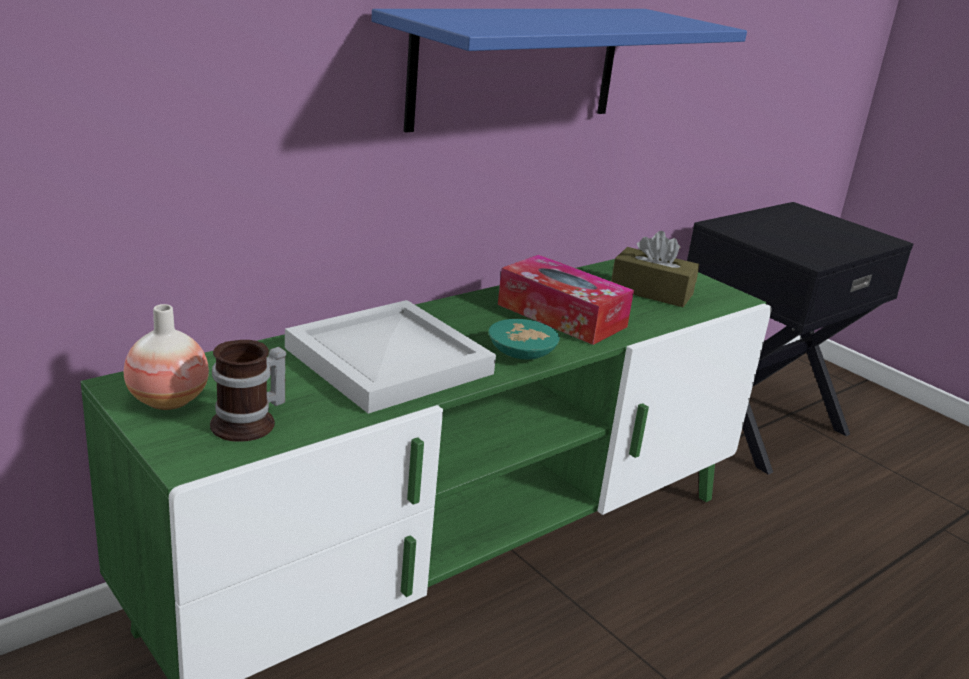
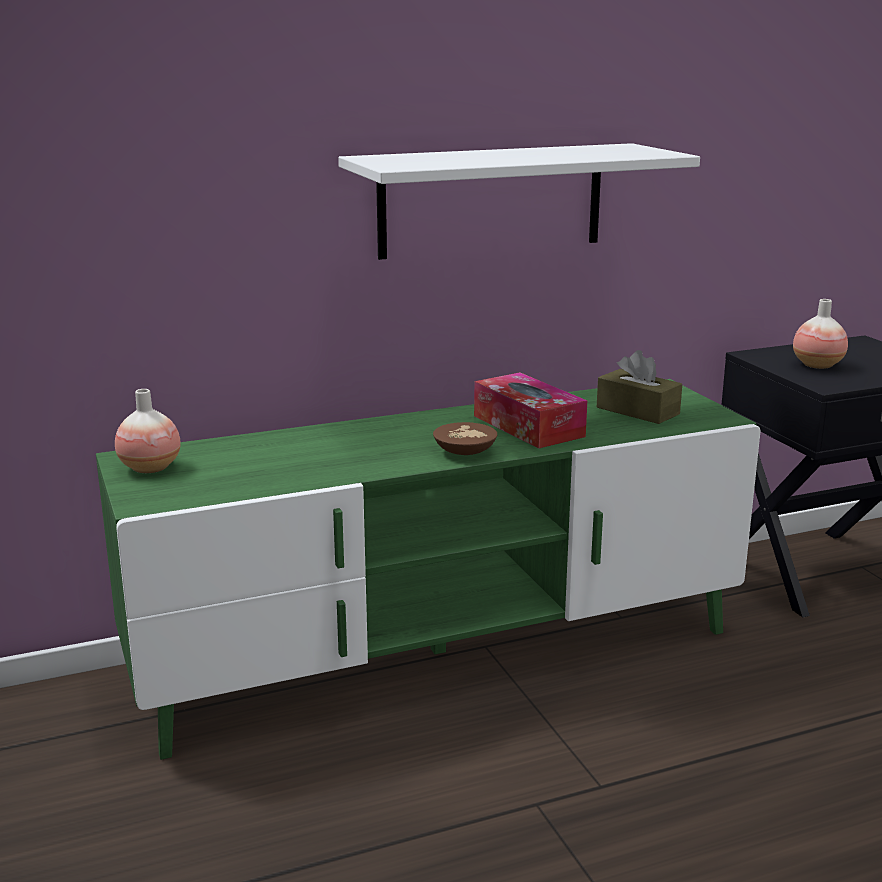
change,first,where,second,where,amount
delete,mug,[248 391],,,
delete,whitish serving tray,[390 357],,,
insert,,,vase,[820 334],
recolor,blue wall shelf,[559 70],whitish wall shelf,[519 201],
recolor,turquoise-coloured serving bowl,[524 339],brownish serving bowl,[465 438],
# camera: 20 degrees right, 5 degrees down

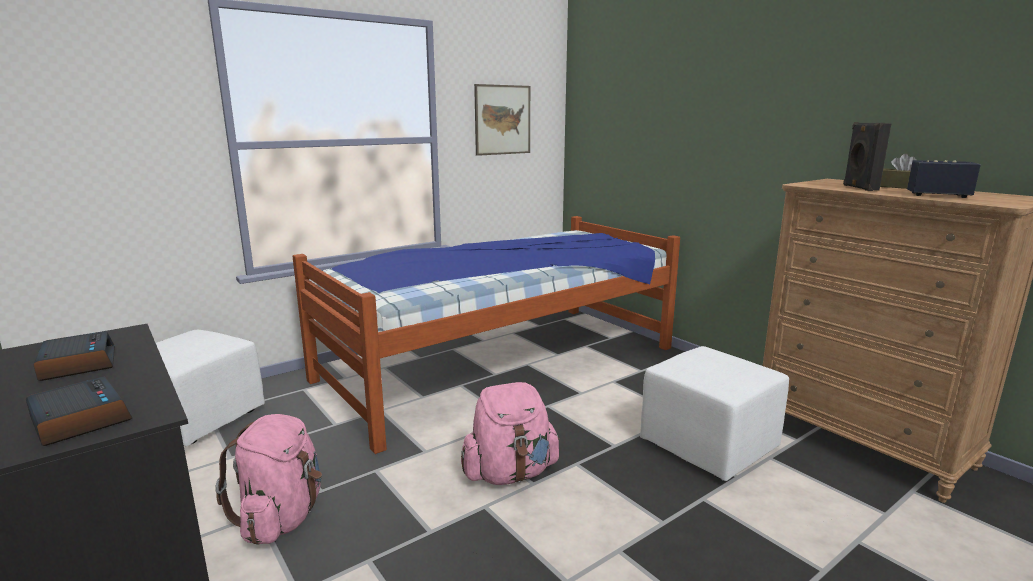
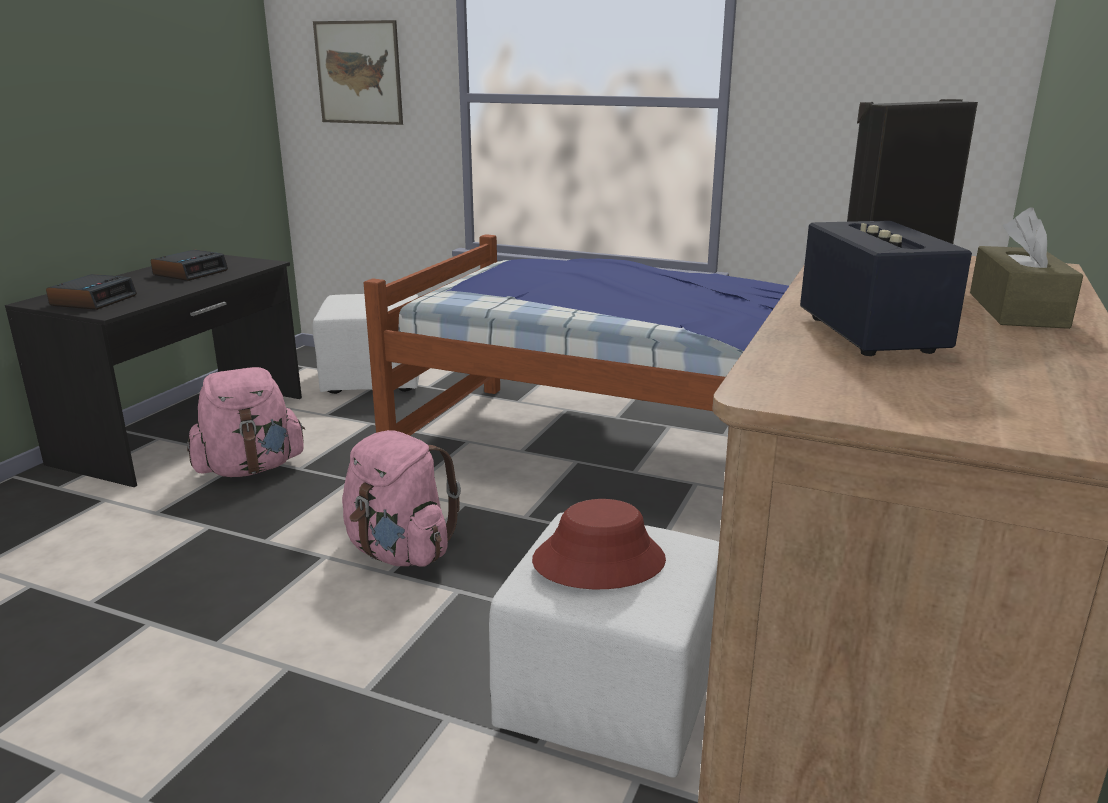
change,first,where,second,where,amount
insert,,,reddish wearable hat,[599 544],
move,wall art,[502 120],,[358 72],
# camera: 60 degrees right, 5 degrees up

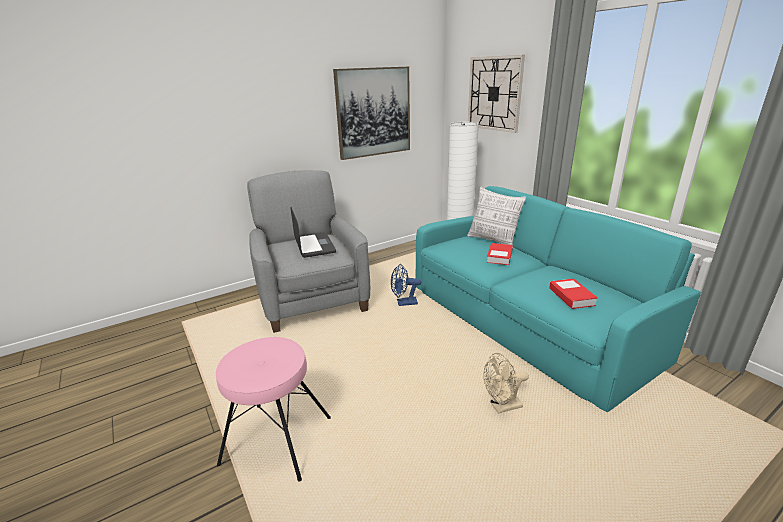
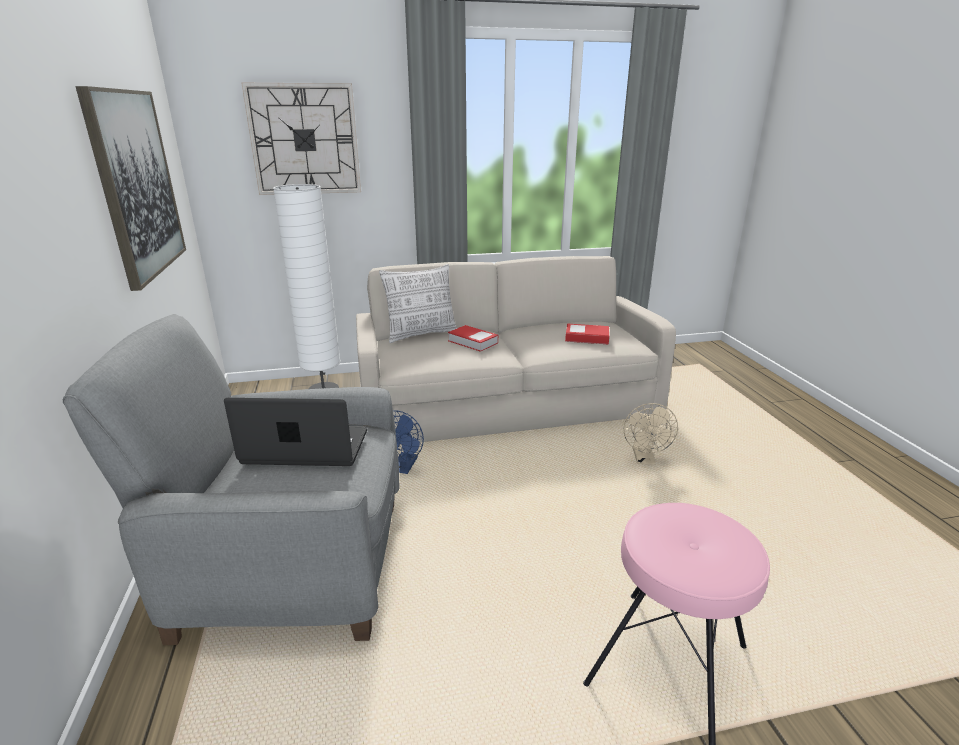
change,first,where,second,where,amount
recolor,turquoise-coloured settee,[558 299],beige-coloured settee,[516 350],
# camera: 70 degrees left, 0 degrees up

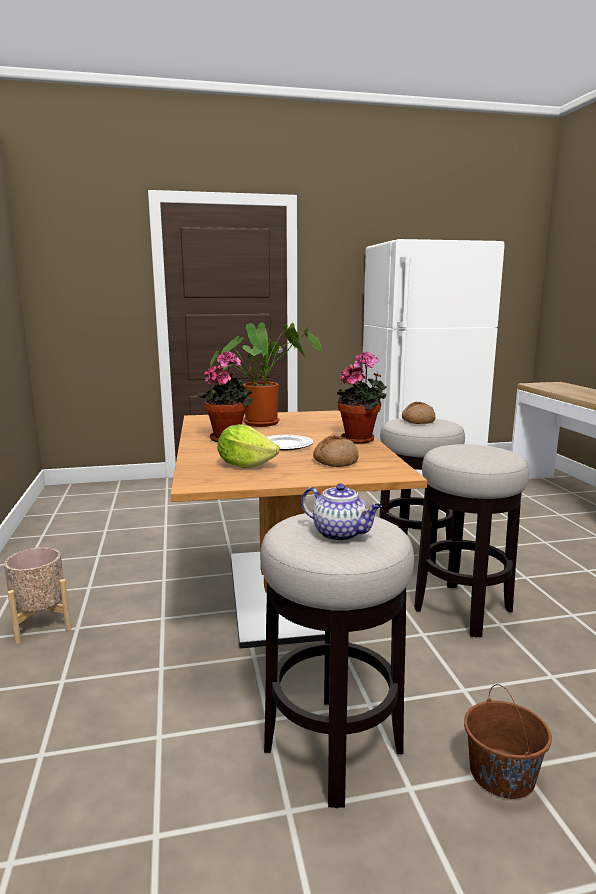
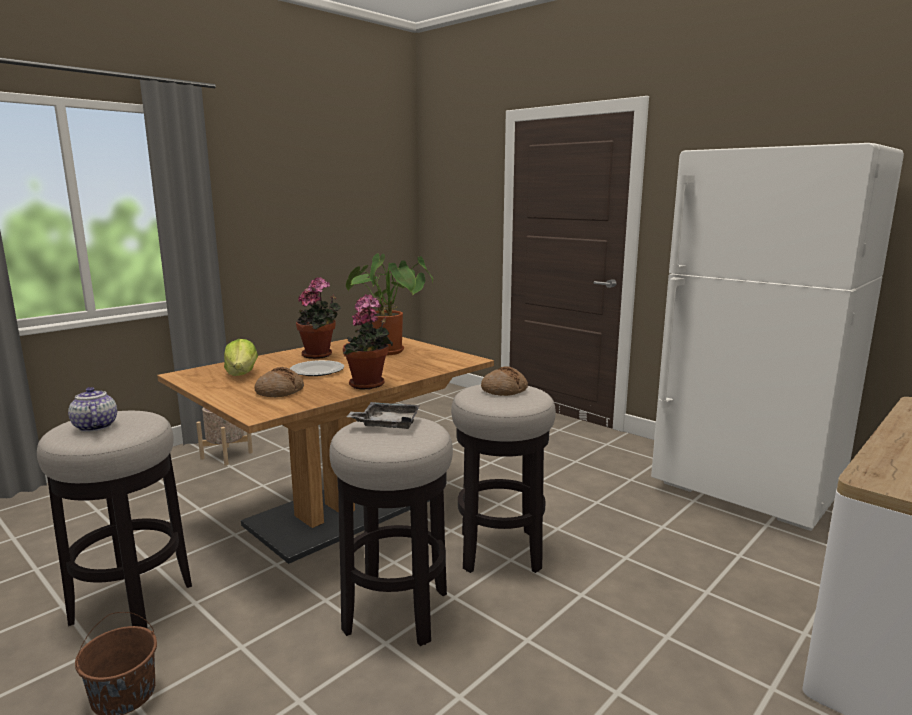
change,first,where,second,where,amount
insert,,,grey serving tray,[383 415],
rotate,tea pot,[341 512],,[92 409],150 degrees clockwise
# camera: 55 degrees right, 0 degrees up

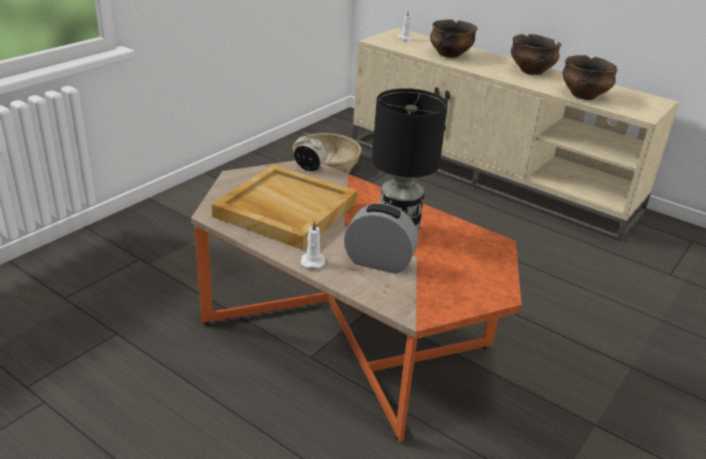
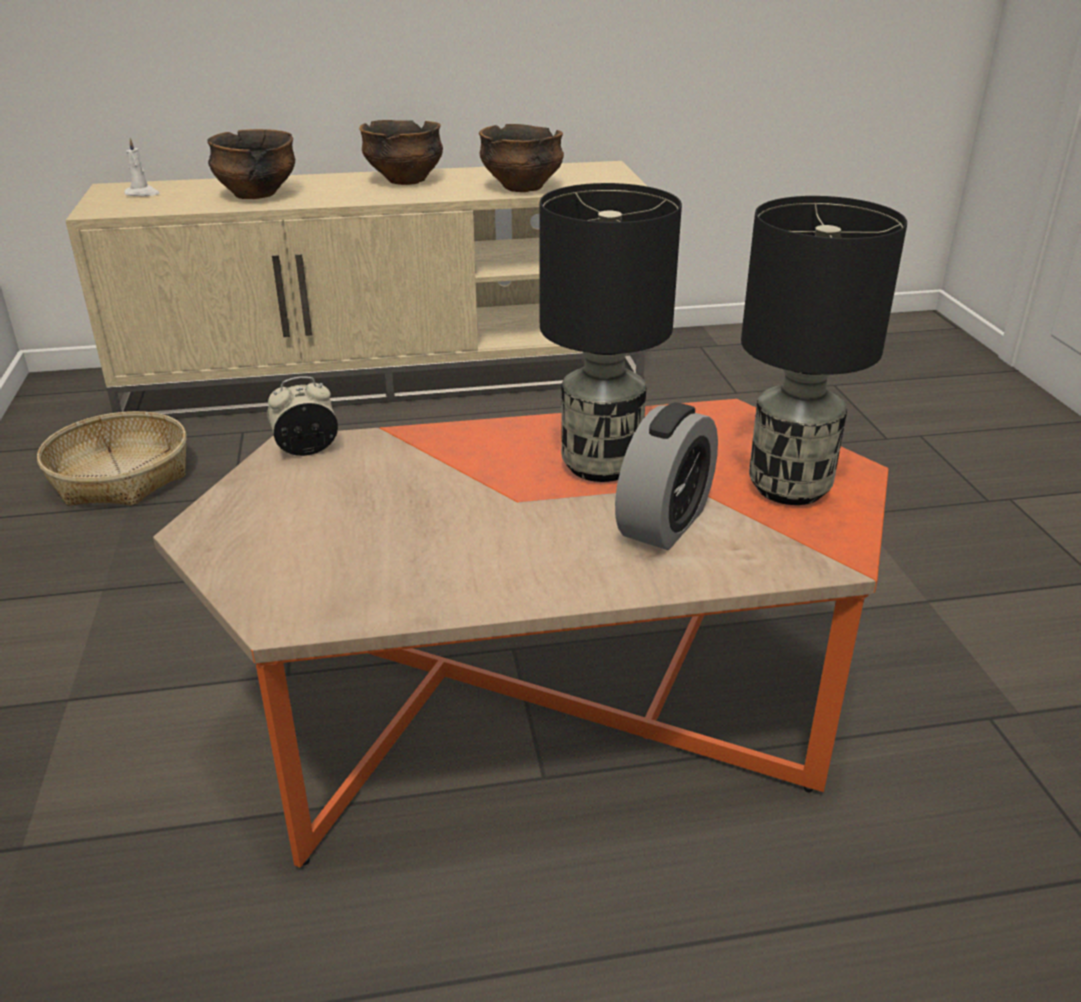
change,first,where,second,where,amount
delete,beige-coloured serving tray,[284 207],,,
delete,whitish wax light,[312 244],,,
insert,,,black-coloured table lamp,[824 350],
rotate,table clock,[381 238],,[666 476],150 degrees clockwise
# camera: 45 degrees left, 0 degrees up

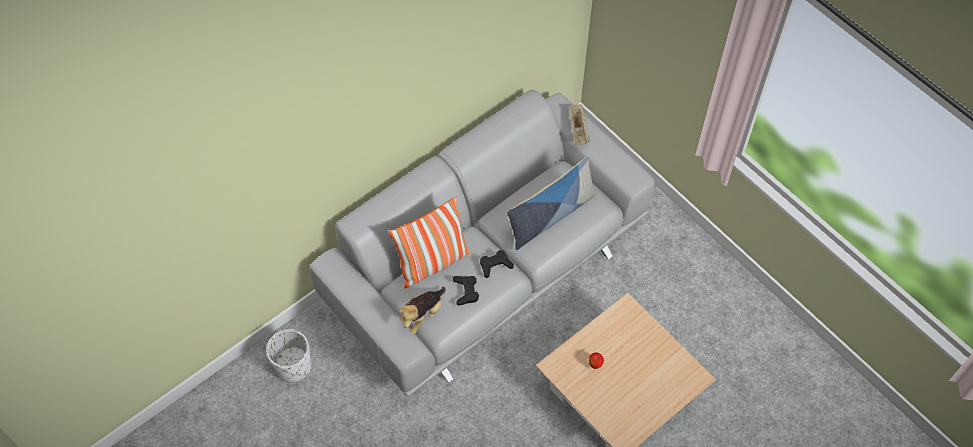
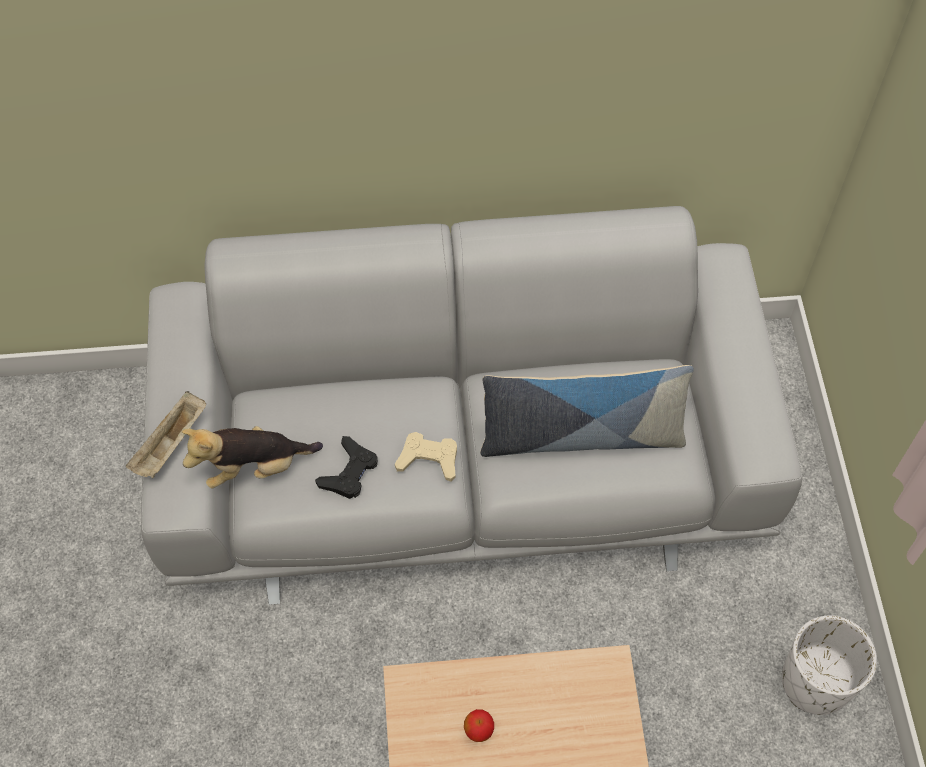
change,first,where,second,where,amount
delete,cushion,[429 242],,,
move,whitish planter,[289 356],,[829 665],
move,beige-coloured serving tray,[580 124],,[166 434],
recolor,black-coloured gamepad,[497 264],beige-coloured gamepad,[426 457],
# camera: 35 degrees right, 0 degrees up

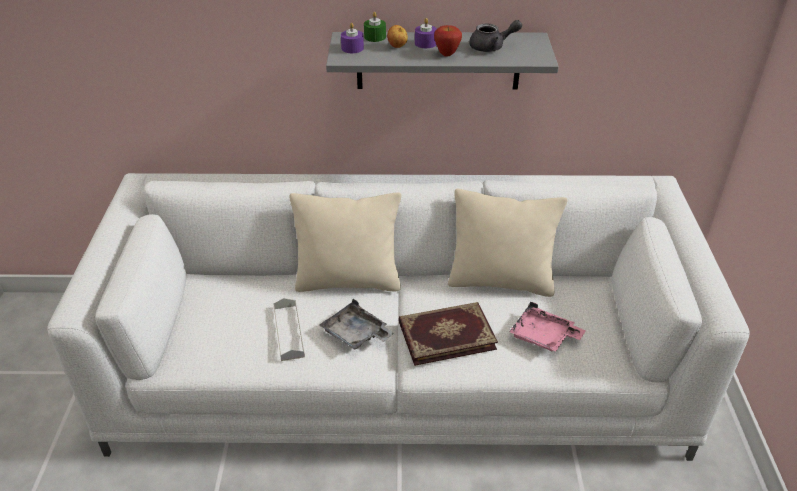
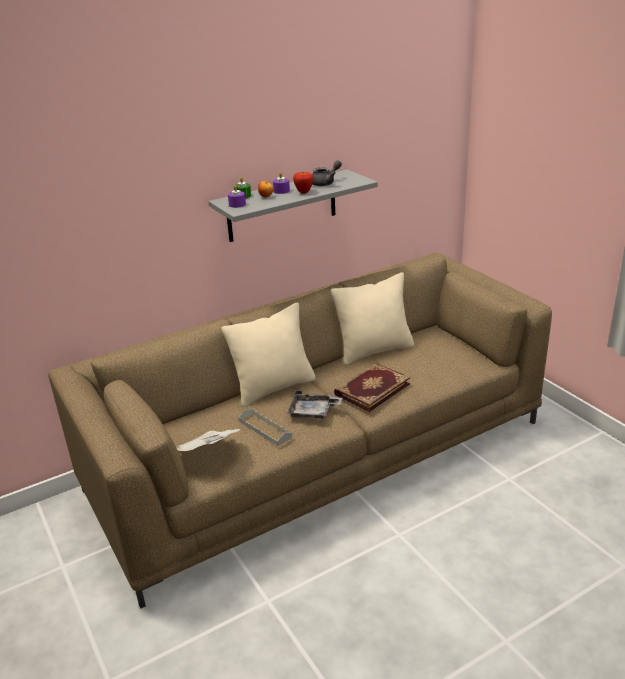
change,first,where,second,where,amount
delete,pink-coloured serving tray,[547 326],,,
insert,,,printed paper,[208 440],
recolor,whitish settee,[398 317],brownish settee,[300 430],
# camera: 30 degrees left, 10 degrees down

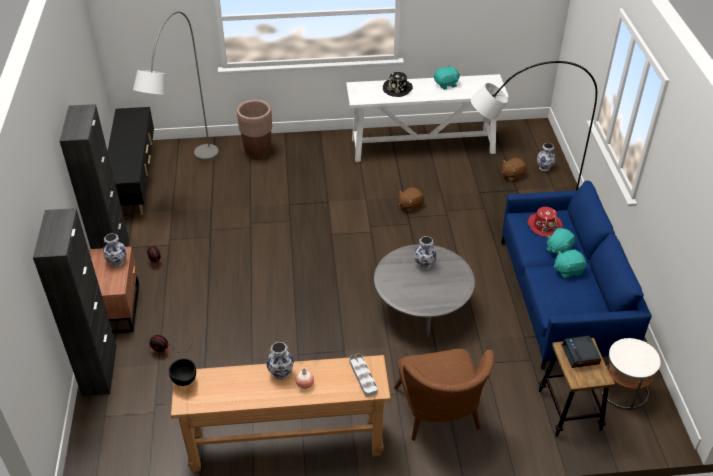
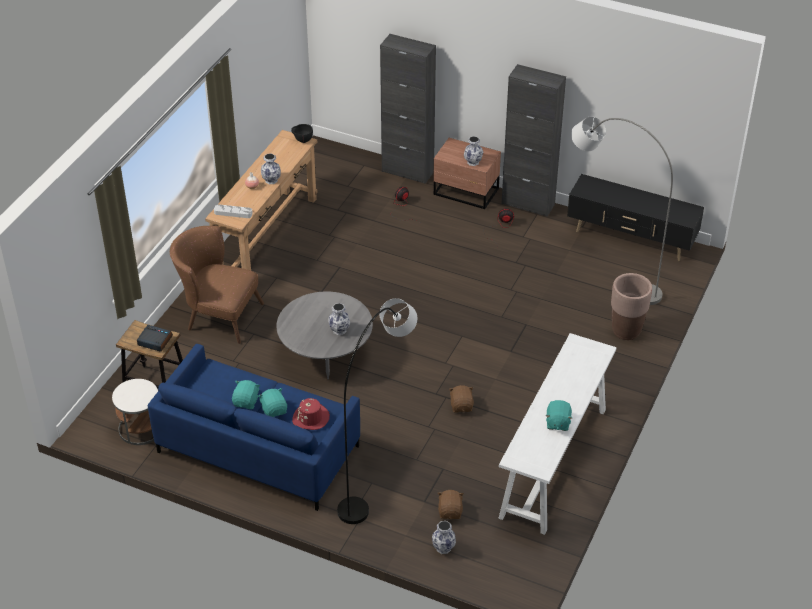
change,first,where,second,where,amount
delete,black-coloured wearable hat,[398 84],,,
# camera: 120 degrees right, 0 degrees up

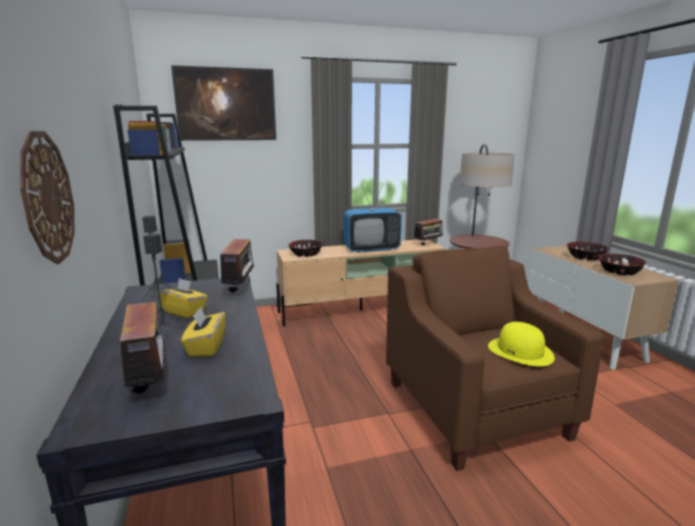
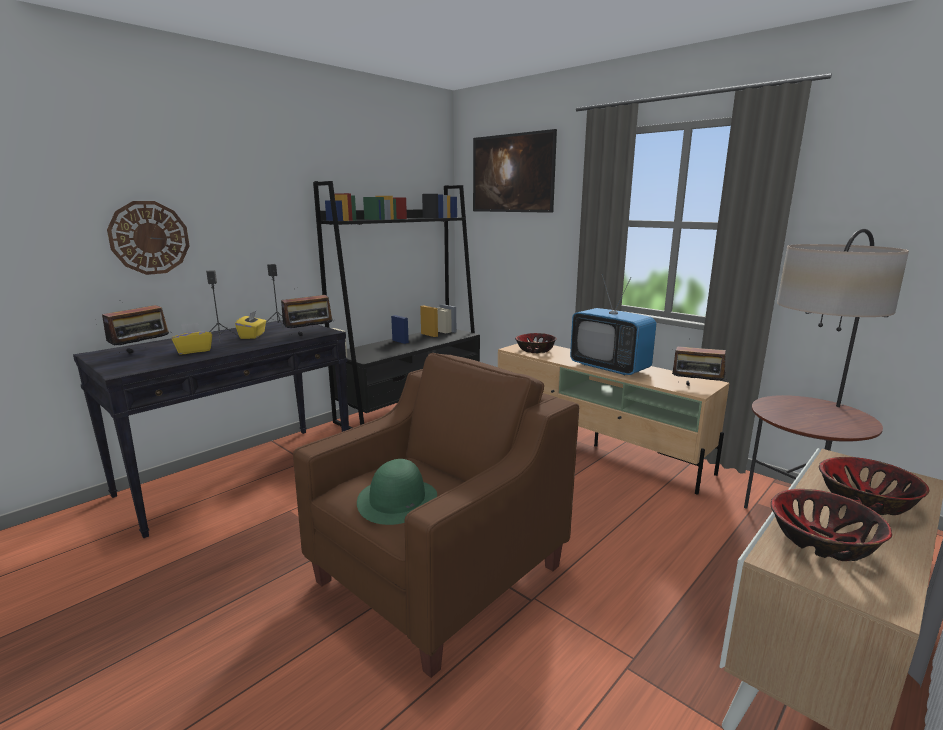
change,first,where,second,where,amount
recolor,yellow wearable hat,[521 344],green wearable hat,[397 492],
# camera: 60 degrees right, 0 degrees up

